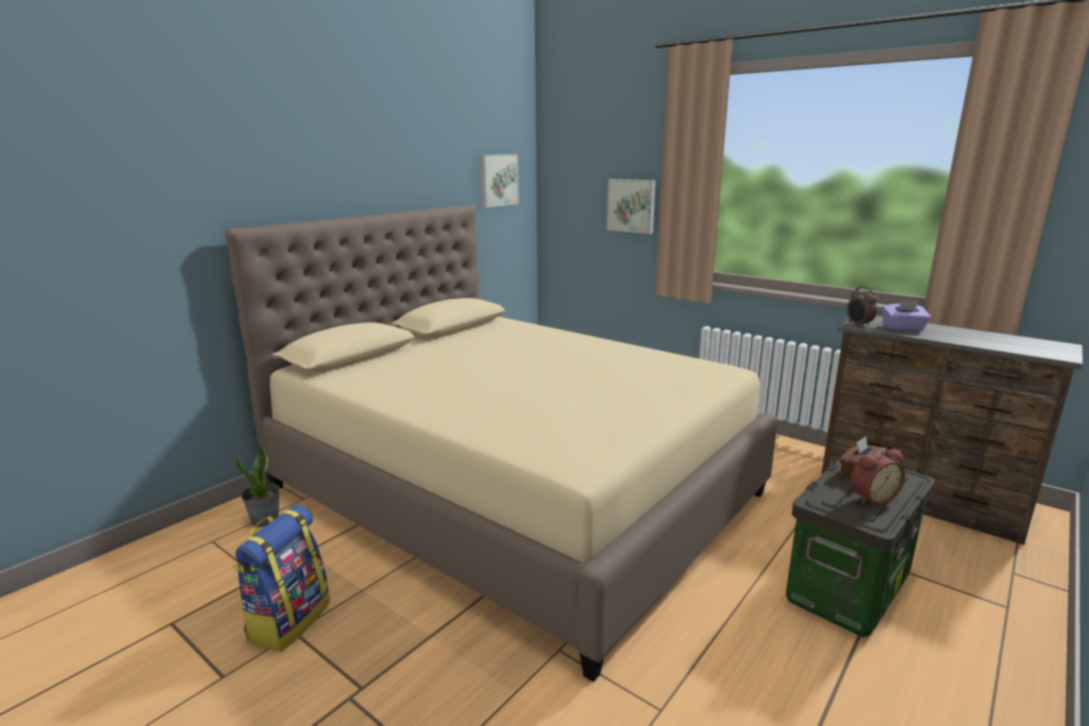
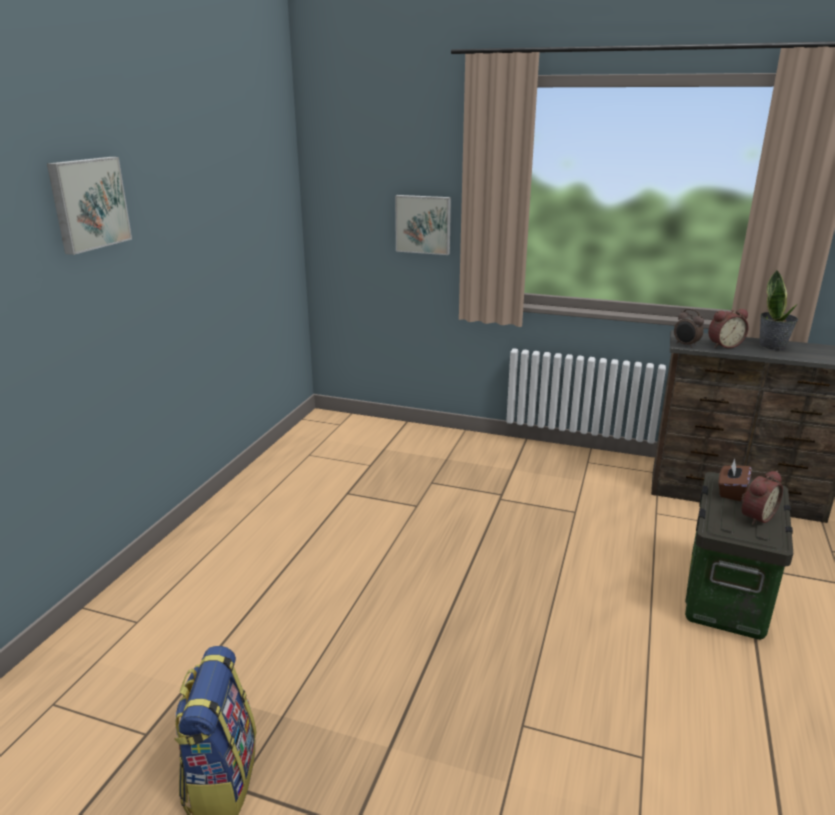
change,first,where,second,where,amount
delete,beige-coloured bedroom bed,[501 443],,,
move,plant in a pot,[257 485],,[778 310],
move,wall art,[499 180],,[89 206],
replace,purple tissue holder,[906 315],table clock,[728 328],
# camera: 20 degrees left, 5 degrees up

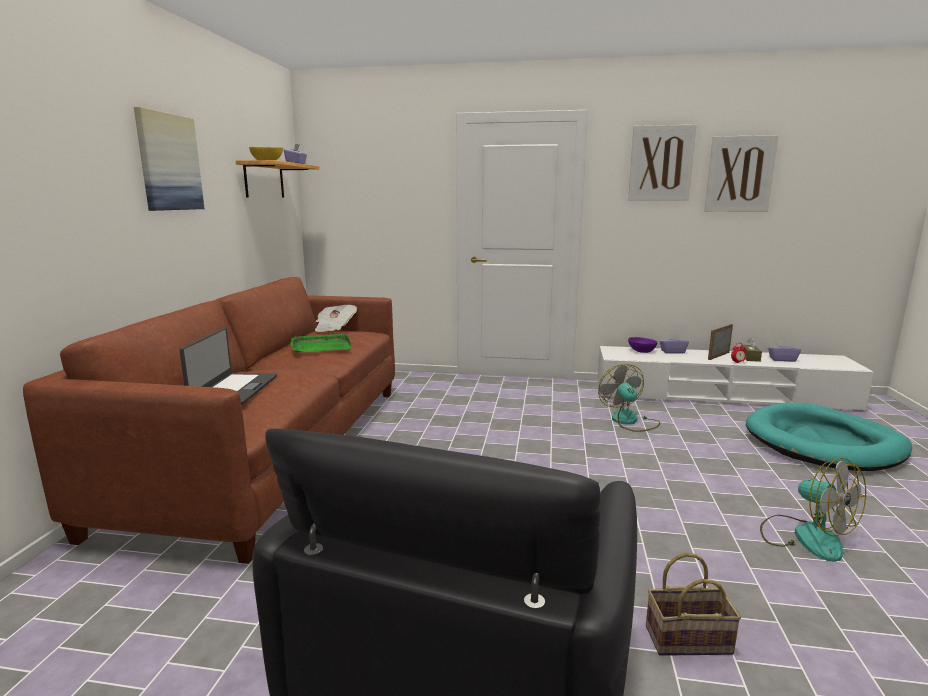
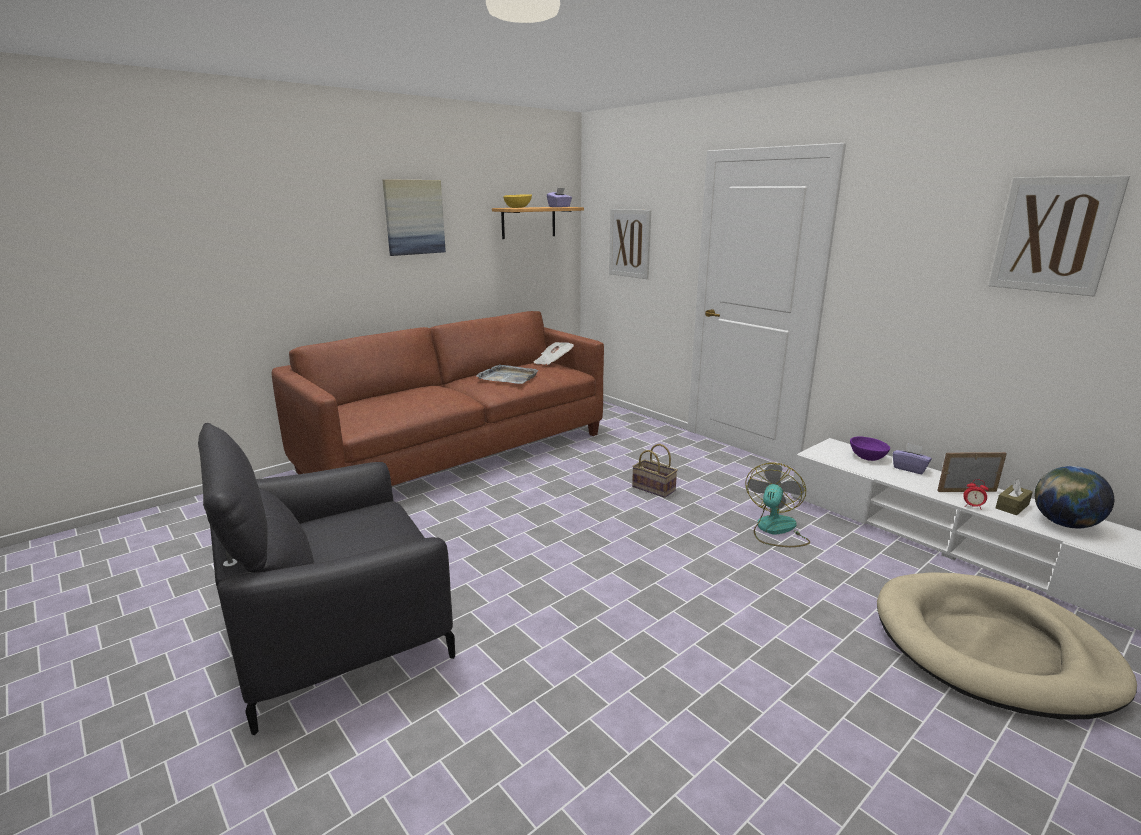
change,first,where,second,where,amount
delete,notebook computer,[228 366],,,
delete,electric fan,[813 510],,,
move,wall art,[662 163],,[630 244],
move,basket,[693 604],,[655 471],
replace,purple tissue holder,[784 351],globe,[1074 497],
recolor,green serving tray,[320 343],grey serving tray,[507 374],
recolor,turquoise-coloured pet bed,[829 437],beige-coloured pet bed,[1007 646],
# camera: 40 degrees right, 5 degrees up

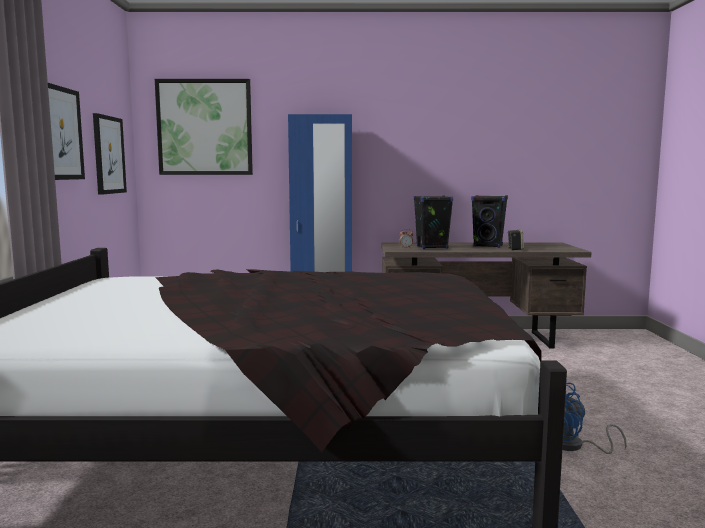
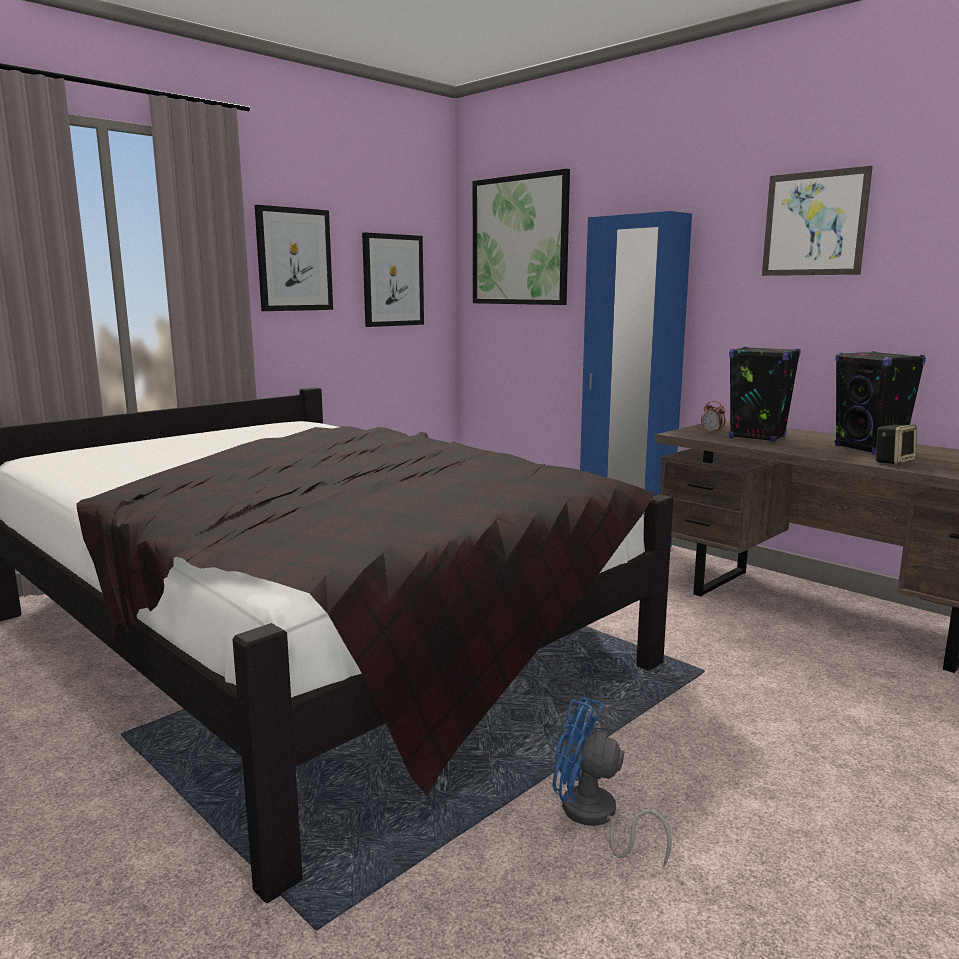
change,first,where,second,where,amount
insert,,,wall art,[817 221],
# camera: 45 degrees right, 5 degrees up

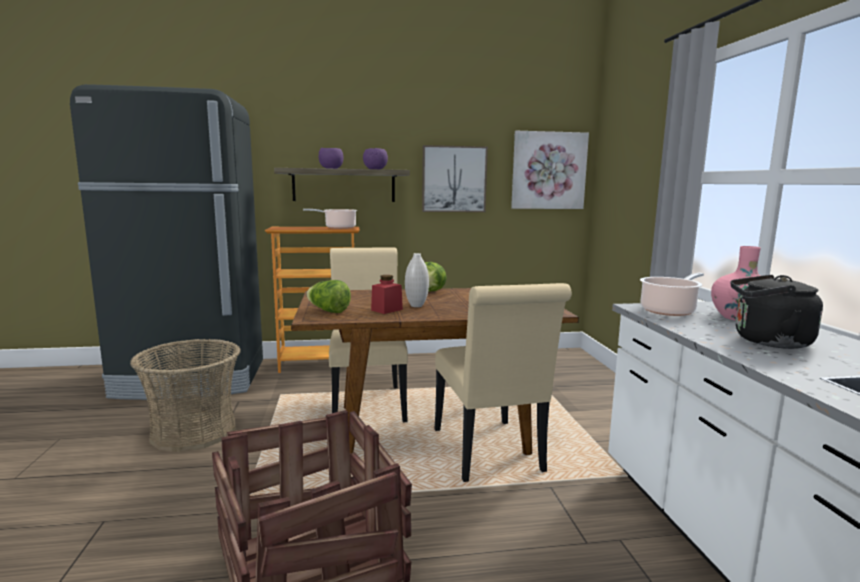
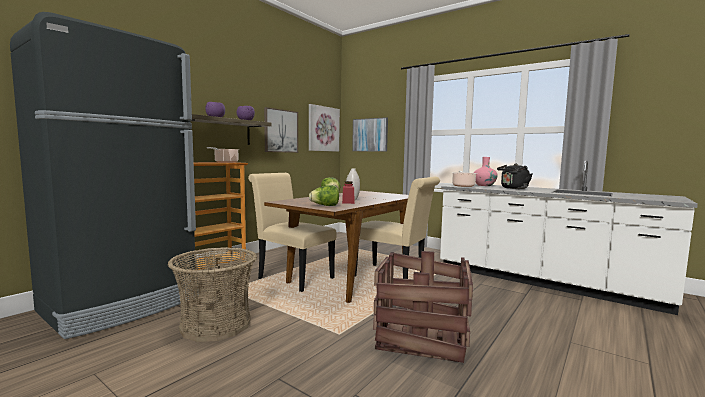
change,first,where,second,where,amount
insert,,,wall art,[370 134],
# camera: 45 degrees left, 5 degrees down

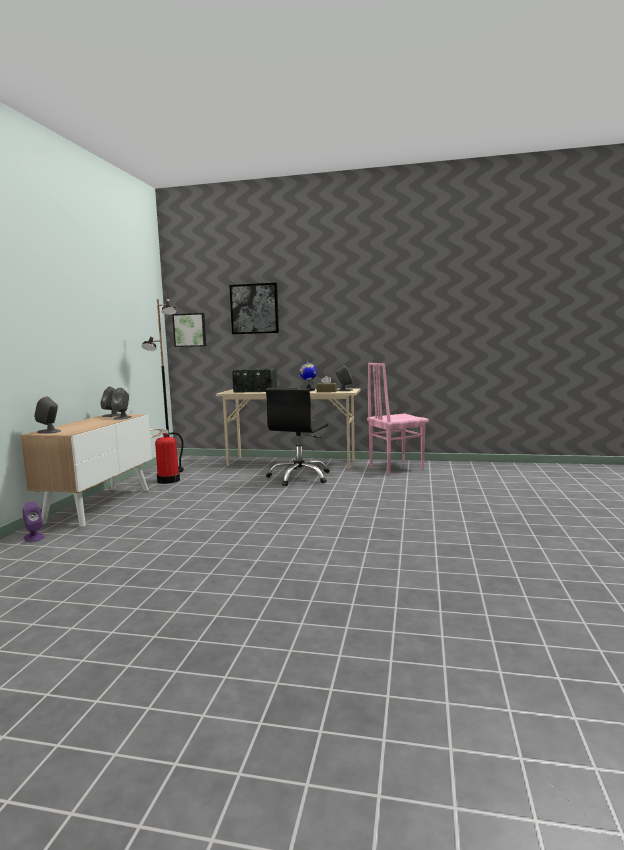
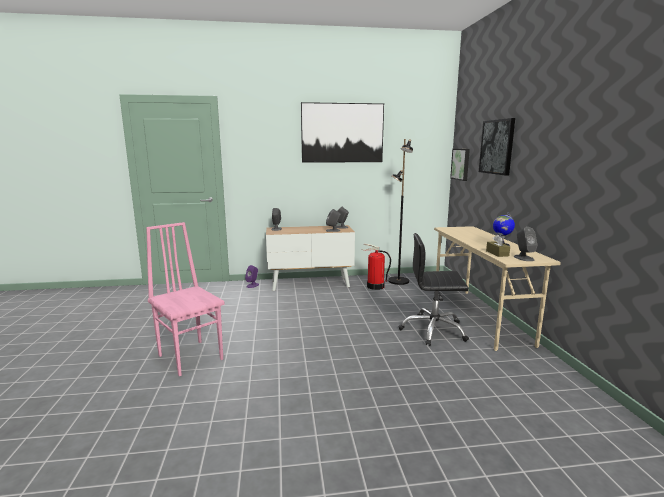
change,first,where,second,where,amount
delete,radio,[254 380],,,
insert,,,wall art,[342 132],
move,pink-coloured plain chair,[398 418],,[185 299],
# camera: 70 degrees right, 5 degrees up

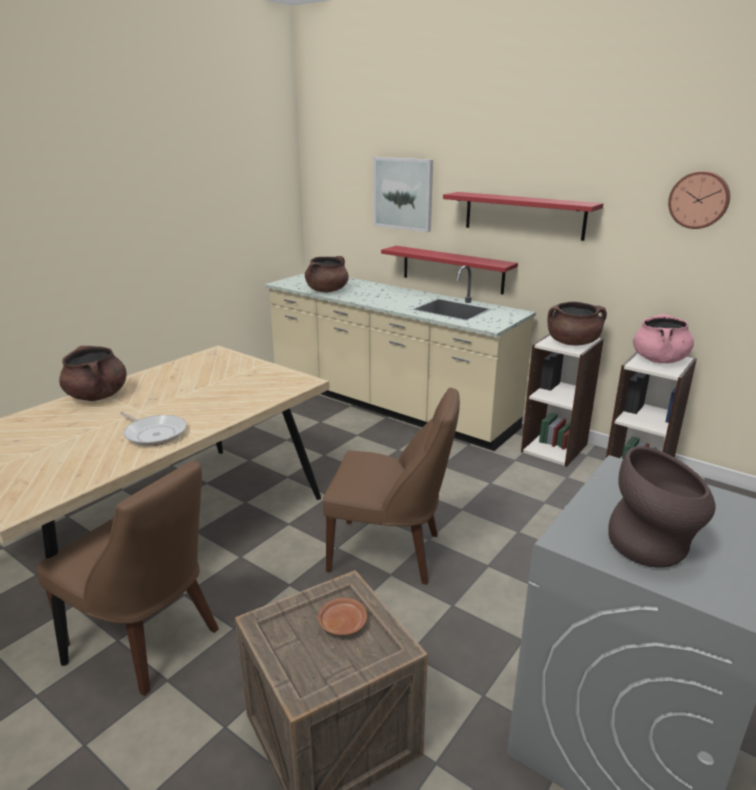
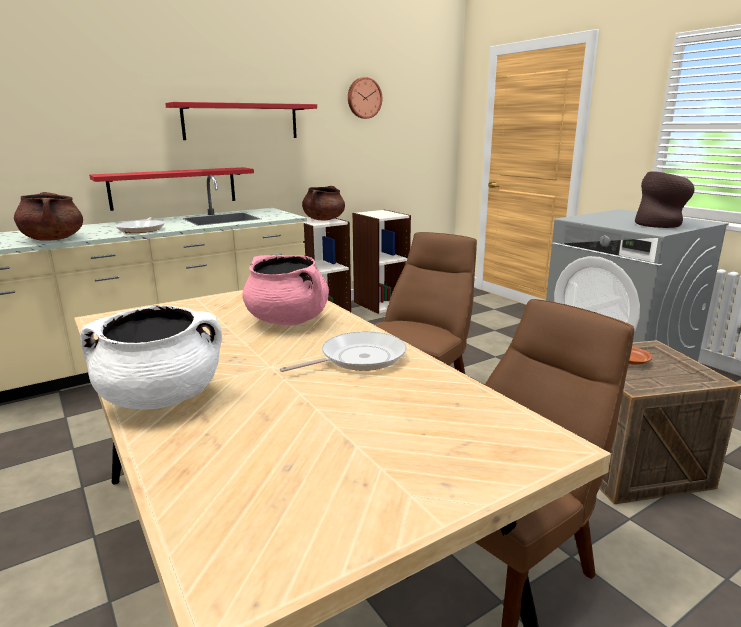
change,first,where,second,where,amount
delete,wall art,[403 194],,,
insert,,,pan,[140 225],
move,pink-coloured stockpot,[663 338],,[285 290],
recolor,brownish stockpot,[92 373],whitish stockpot,[151 357],
# camera: 70 degrees left, 5 degrees down

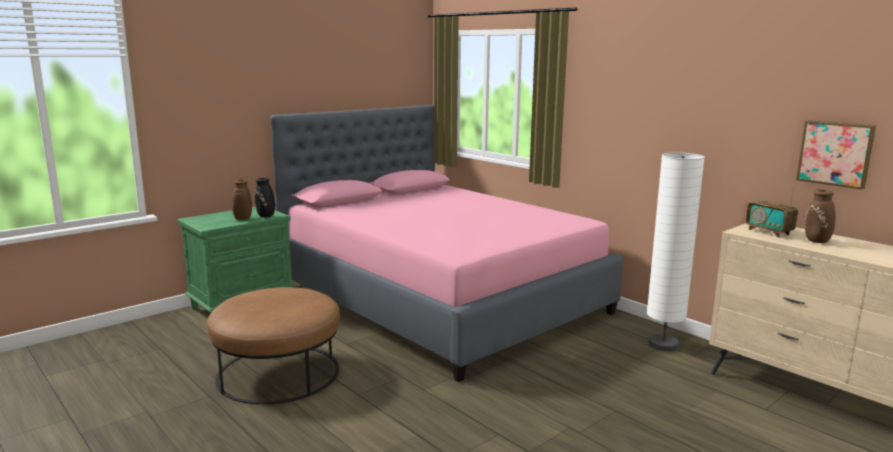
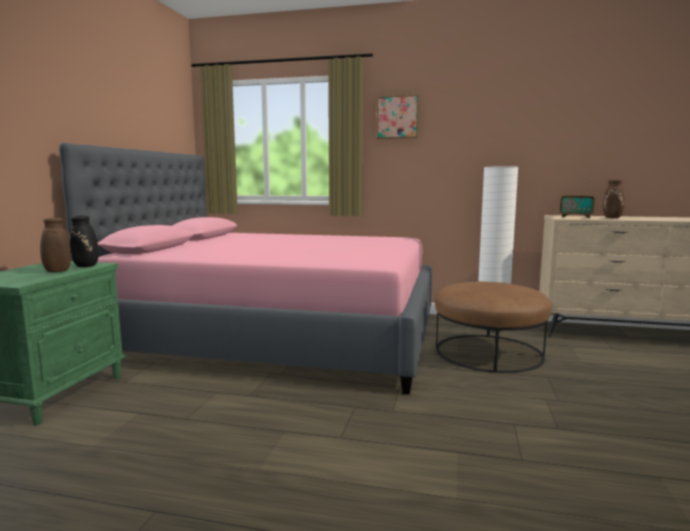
change,first,where,second,where,amount
move,brownish pouffe,[273 345],,[493 327],
move,wall art,[836 154],,[398 117],
# camera: 35 degrees left, 5 degrees down

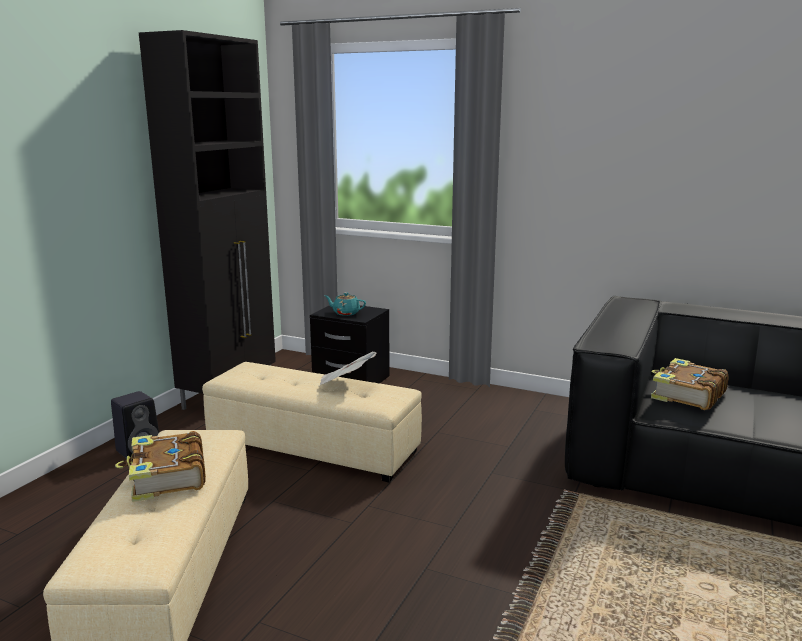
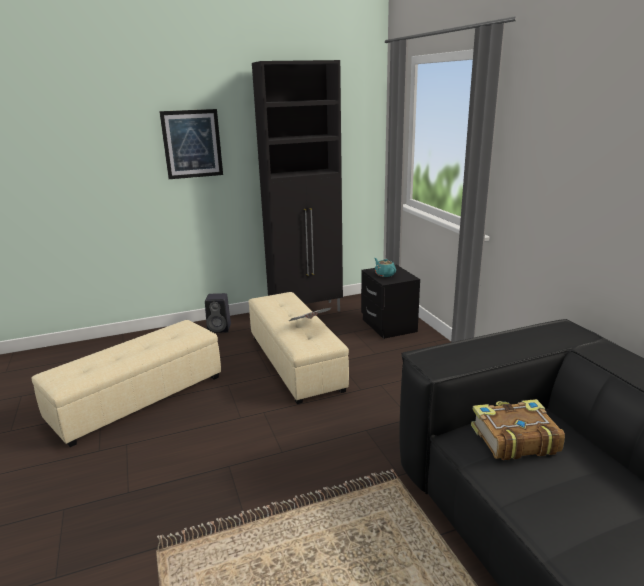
change,first,where,second,where,amount
delete,bound book,[160 466],,,
insert,,,wall art,[191 144],
# camera: 45 degrees right, 5 degrees up

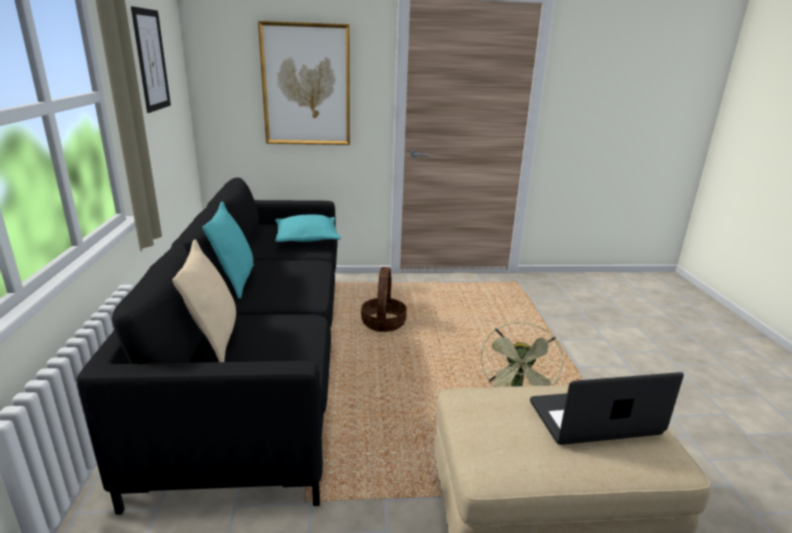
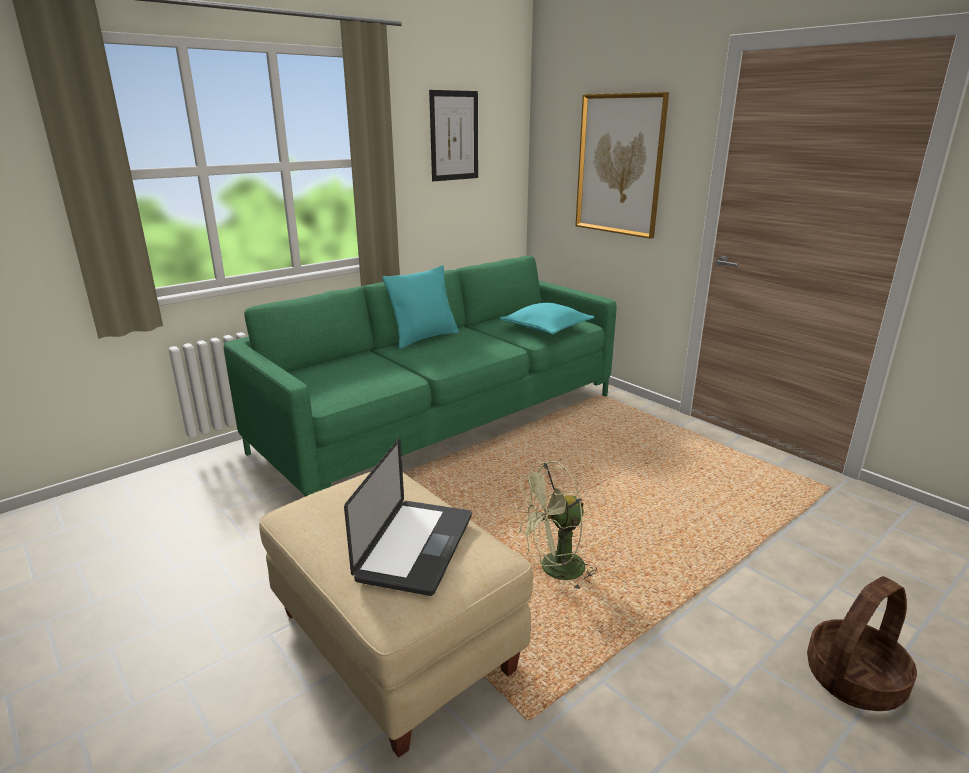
change,first,where,second,where,amount
delete,beige-coloured cushion,[204 300],,,
move,basket,[384 299],,[862 643],
recolor,black-coloured settee,[207 346],green settee,[420 376],
rotate,notebook computer,[607 408],,[408 517],60 degrees clockwise
# camera: 55 degrees right, 0 degrees up

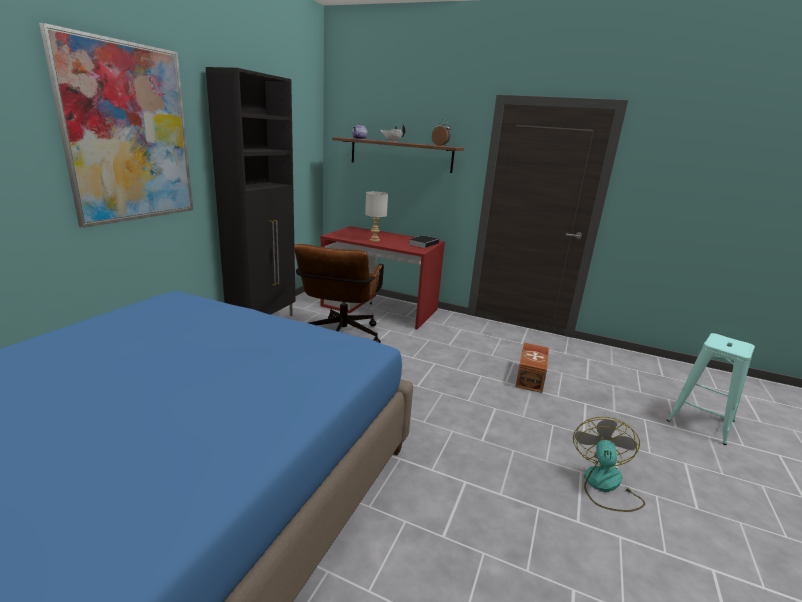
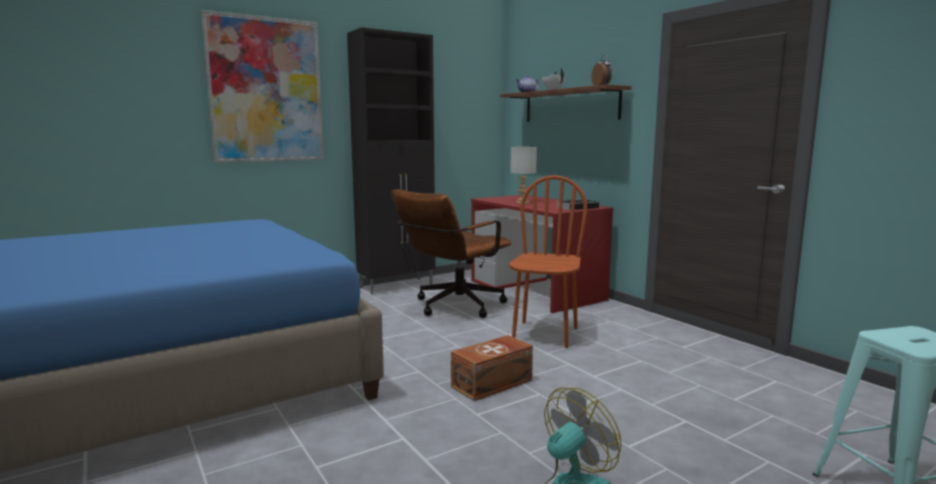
change,first,where,second,where,amount
insert,,,brownish plain chair,[548 261],
move,brownish storage bin,[532 368],,[492 368],
# camera: 35 degrees right, 10 degrees down

